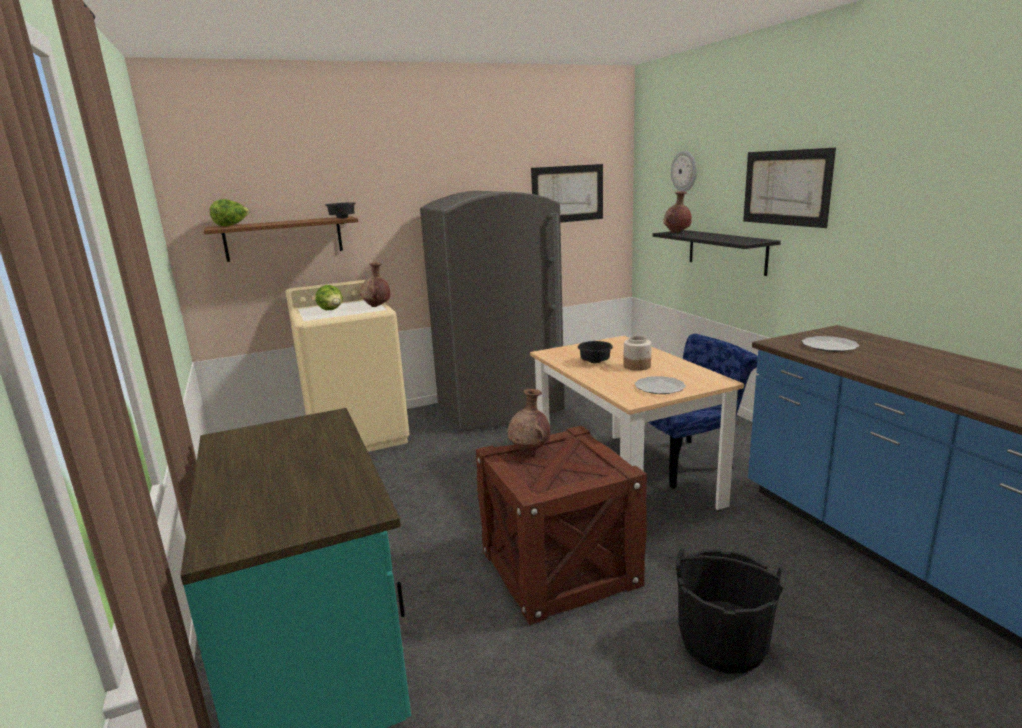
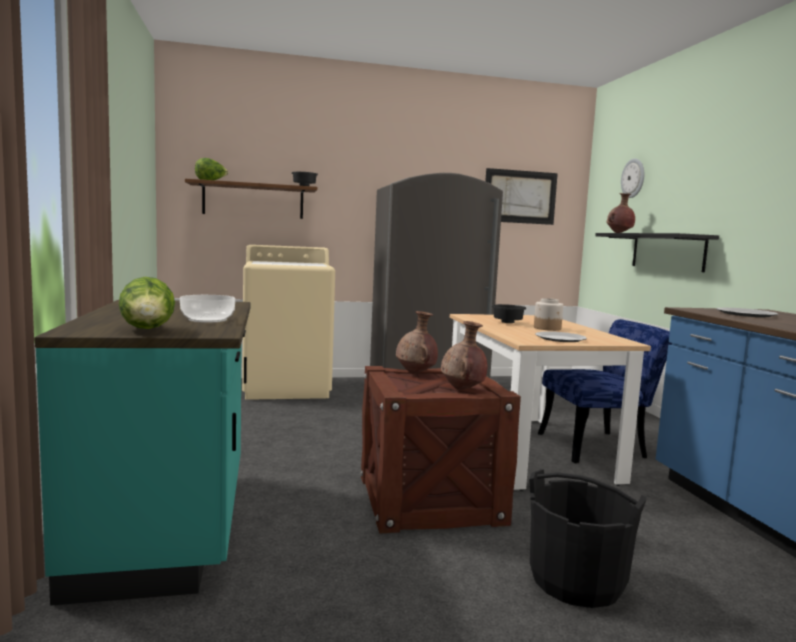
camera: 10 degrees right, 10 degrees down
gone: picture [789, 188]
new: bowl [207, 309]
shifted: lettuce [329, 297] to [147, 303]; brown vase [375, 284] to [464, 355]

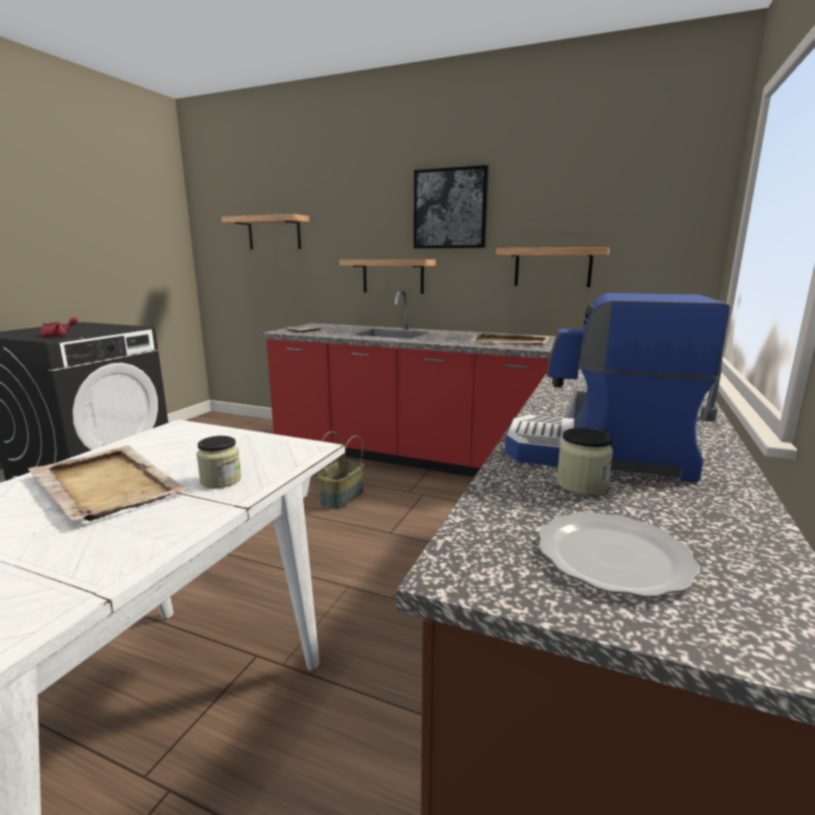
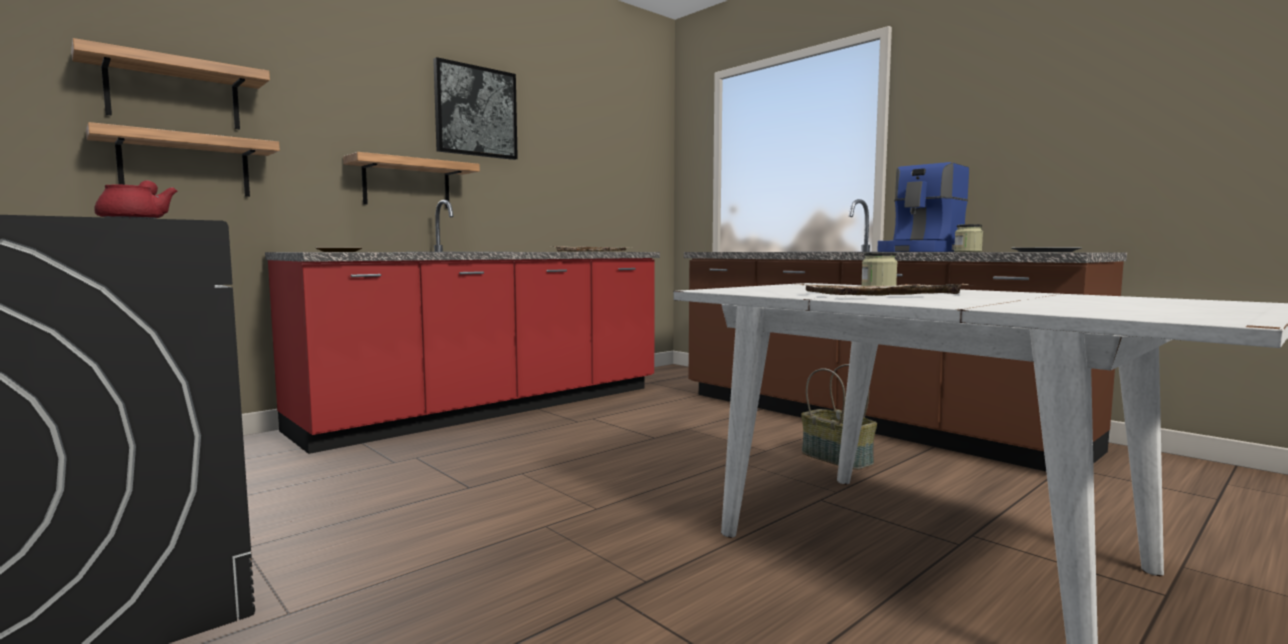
camera: 65 degrees left, 10 degrees down
shifted: shelf [552, 267] to [183, 159]; basket [340, 470] to [839, 417]

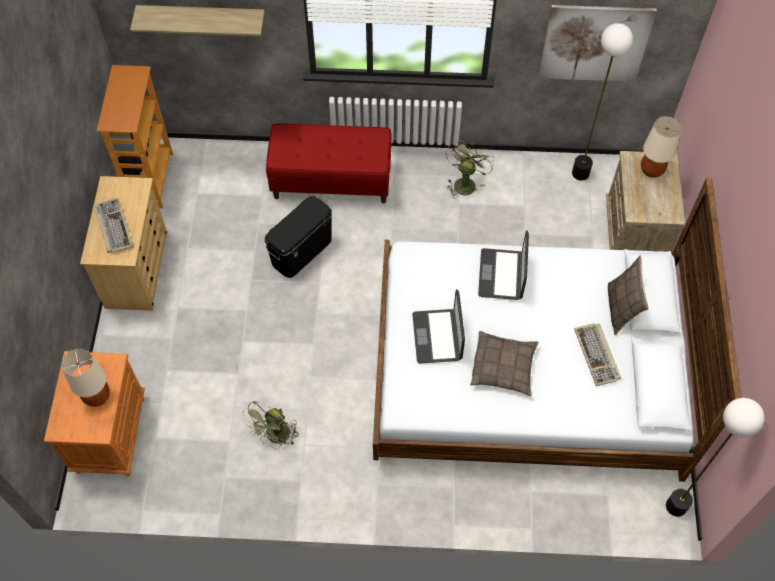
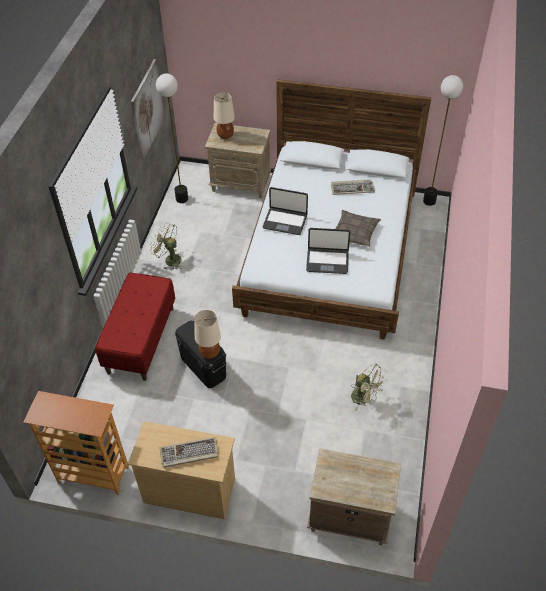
camera: 80 degrees left, 10 degrees down
gone: shelf [197, 20]; pillow [628, 295]
shifted: beige table lamp [86, 378] to [208, 334]
repainted: orange nightstand [94, 413] to beige nightstand [354, 496]

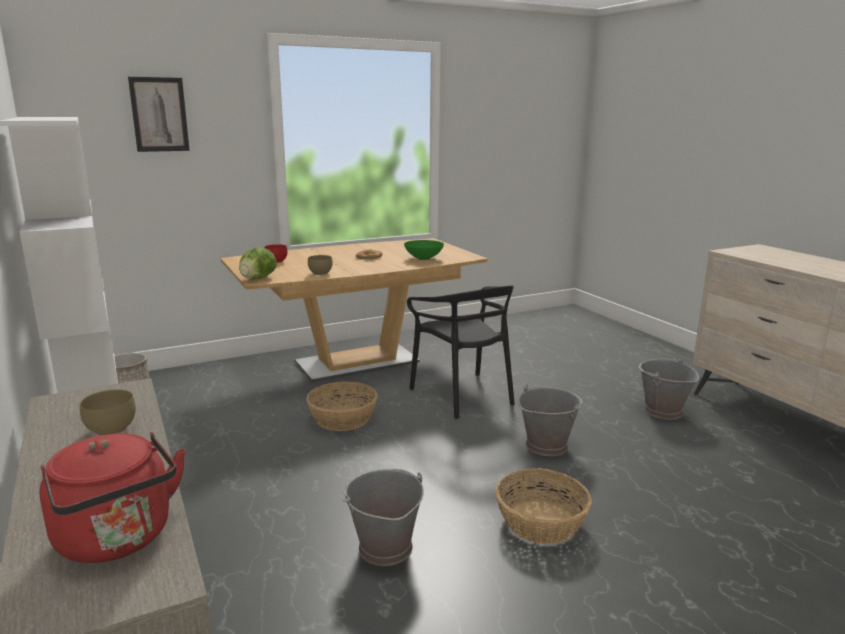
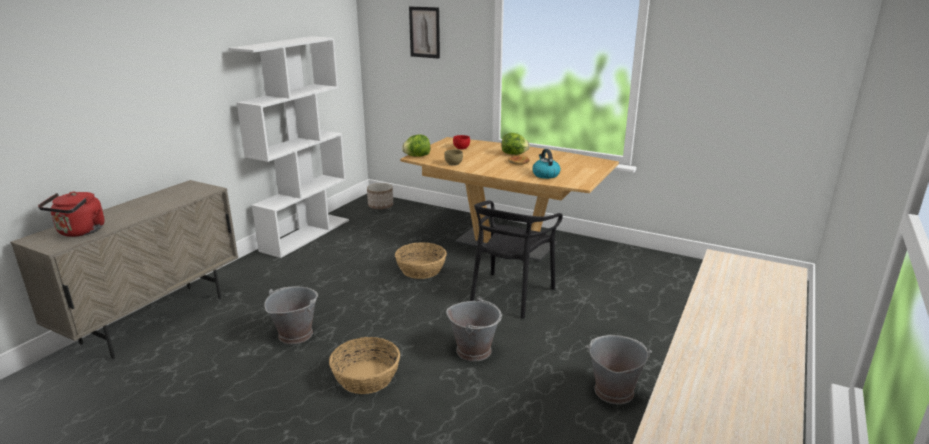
camera: 55 degrees right, 5 degrees up
gone: brown bowl [108, 413]
new: lettuce [515, 144]
swapped: green bowl [424, 250] to kettle [546, 164]

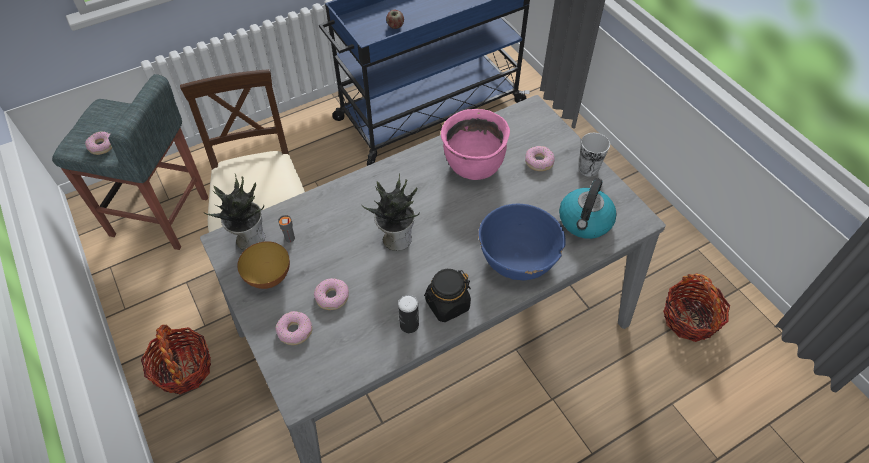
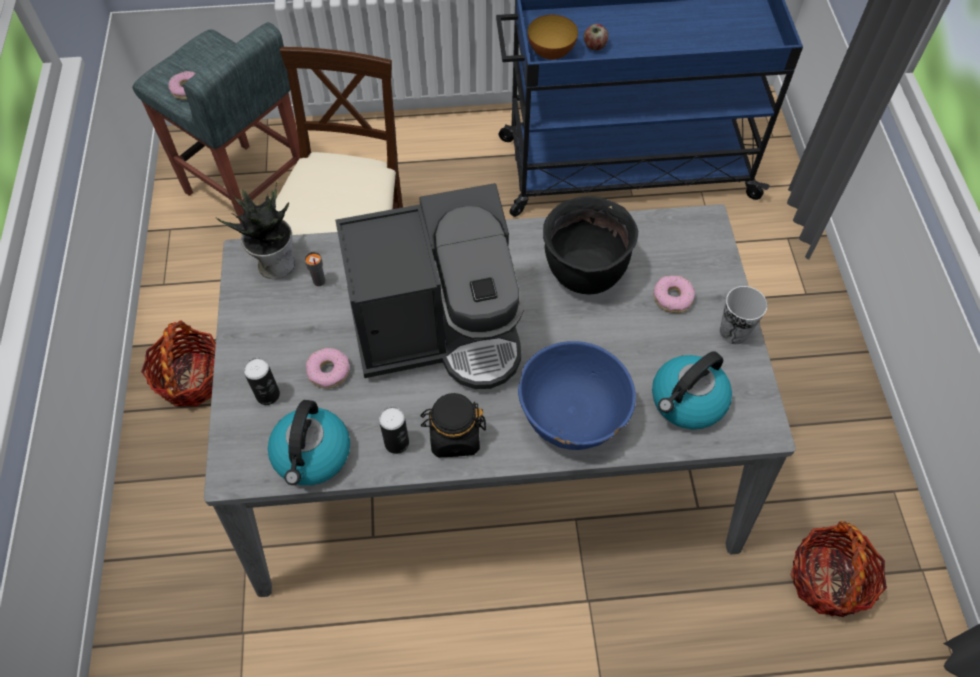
camera: 25 degrees right, 5 degrees up
new: kettle [309, 442]
shifted: bowl [263, 265] to [553, 37]
swapped: donut [293, 328] to can [262, 381]; potted plant [391, 212] to coffee machine [429, 286]
repainted: pink cooking pot [475, 144] to black cooking pot [590, 245]

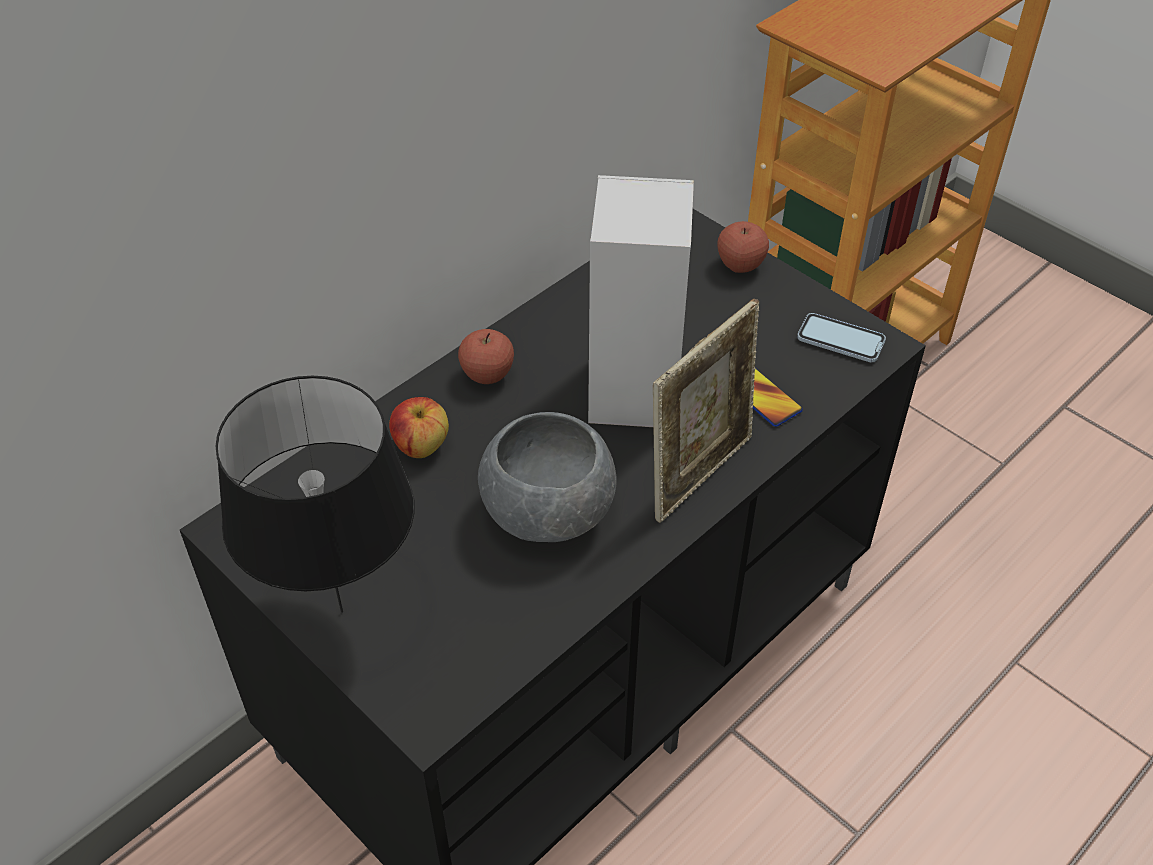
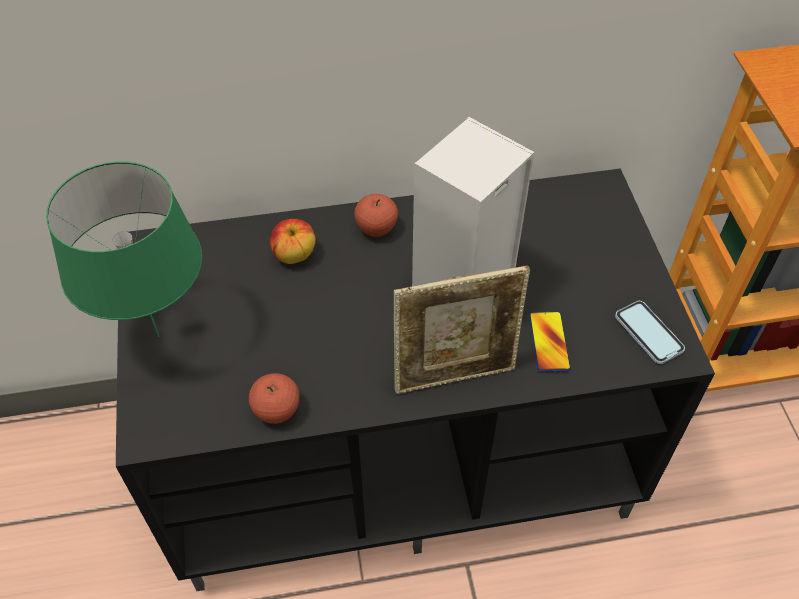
camera: 35 degrees right, 5 degrees up
gone: grey bowl [547, 477]
shifted: apple [743, 247] to [274, 398]
repainted: black table lamp [315, 494] to green table lamp [124, 249]

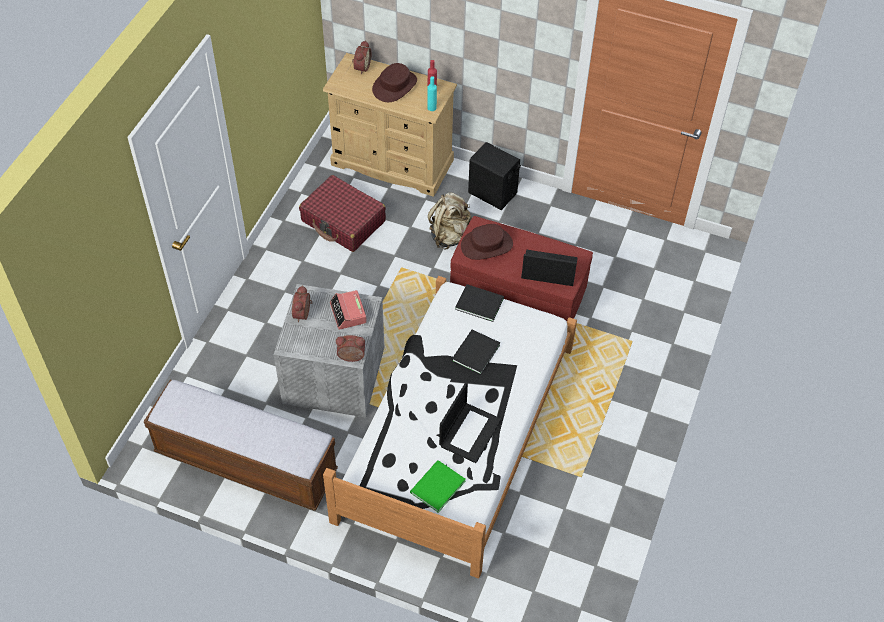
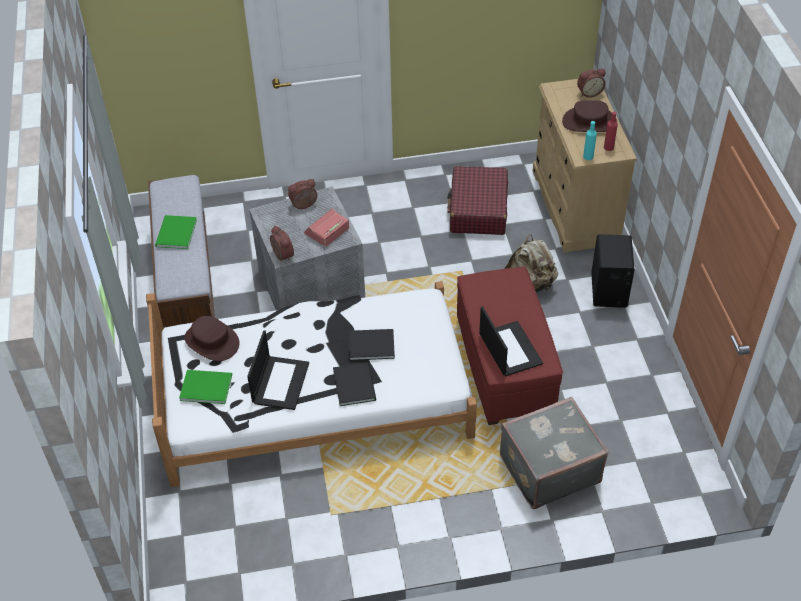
camera: 60 degrees right, 5 degrees down
new: green book [176, 232]; grey suitcase [554, 453]
shifted: brown hat [487, 242] to [212, 338]; black book [479, 303] to [354, 384]
rotated: laptop [470, 422] = [278, 370] 75 degrees counterclockwise

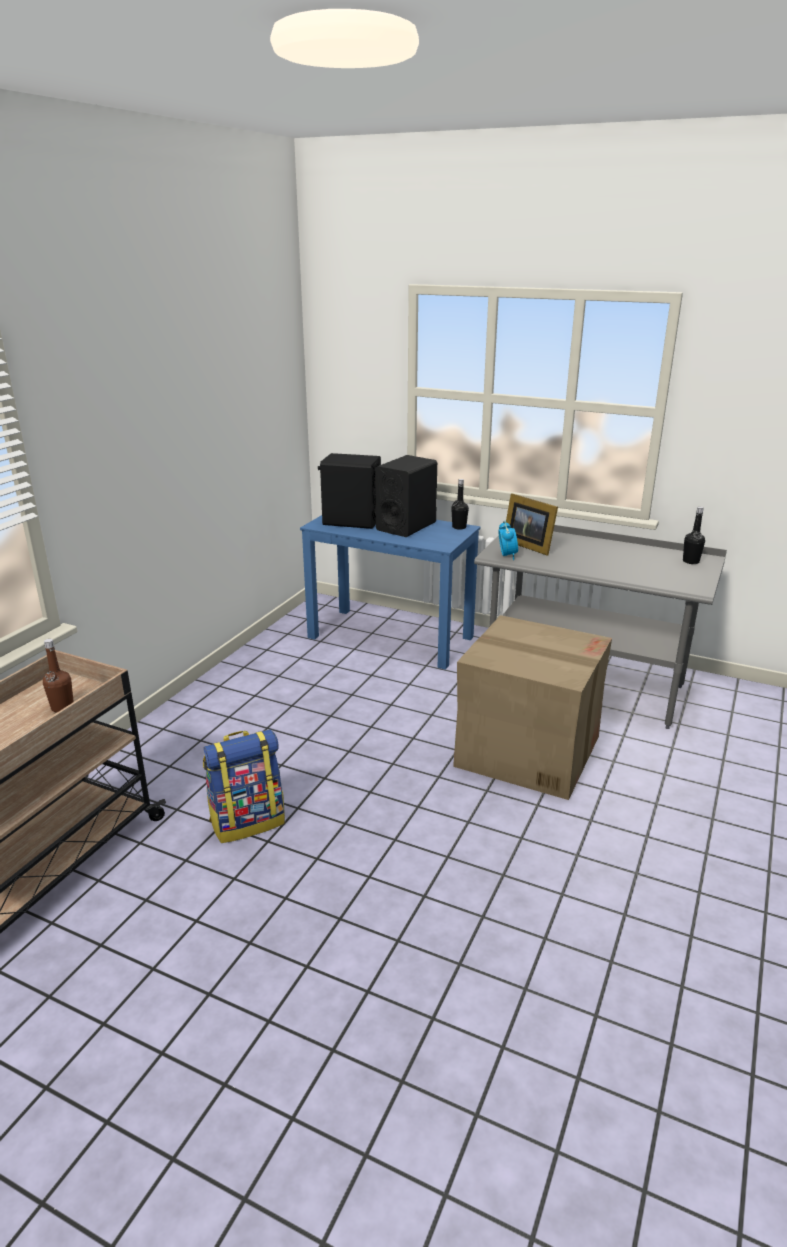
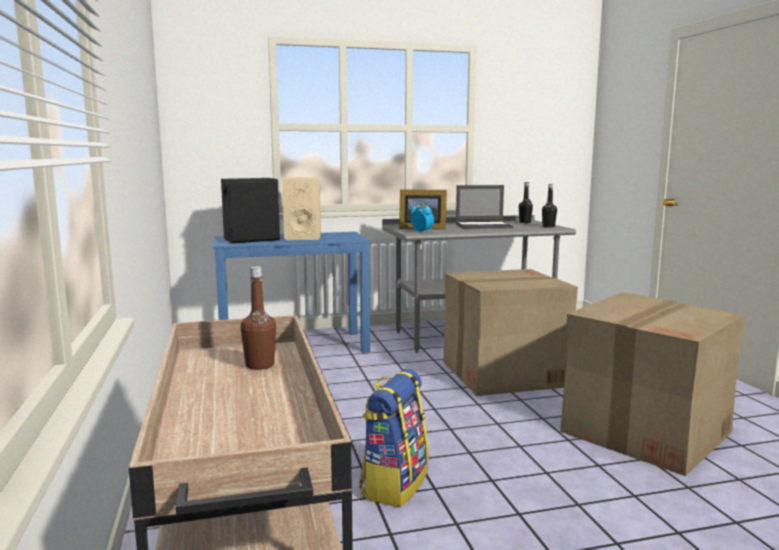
camera: 40 degrees left, 15 degrees down
new: laptop [484, 207]; cardboard box [652, 384]
shifted: black bottle [460, 504] to [549, 206]
repainted: black speaker [406, 496] to beige speaker [301, 208]

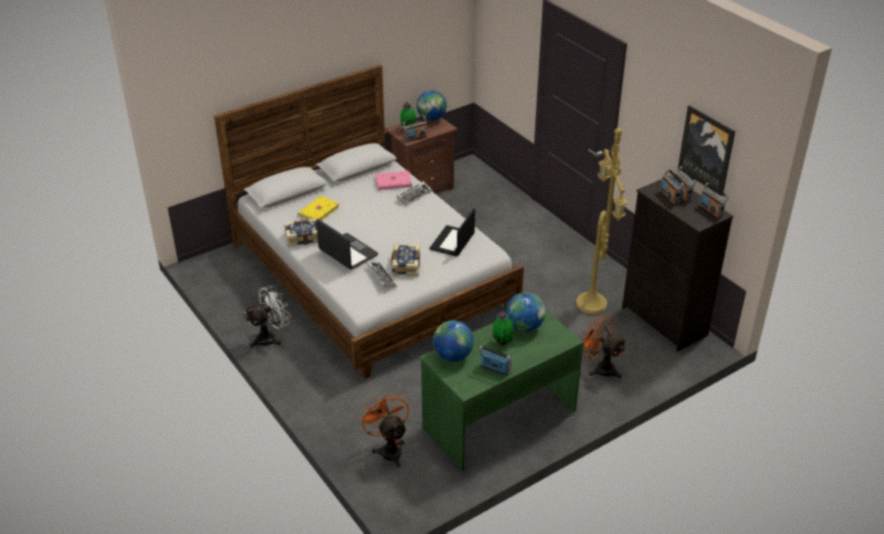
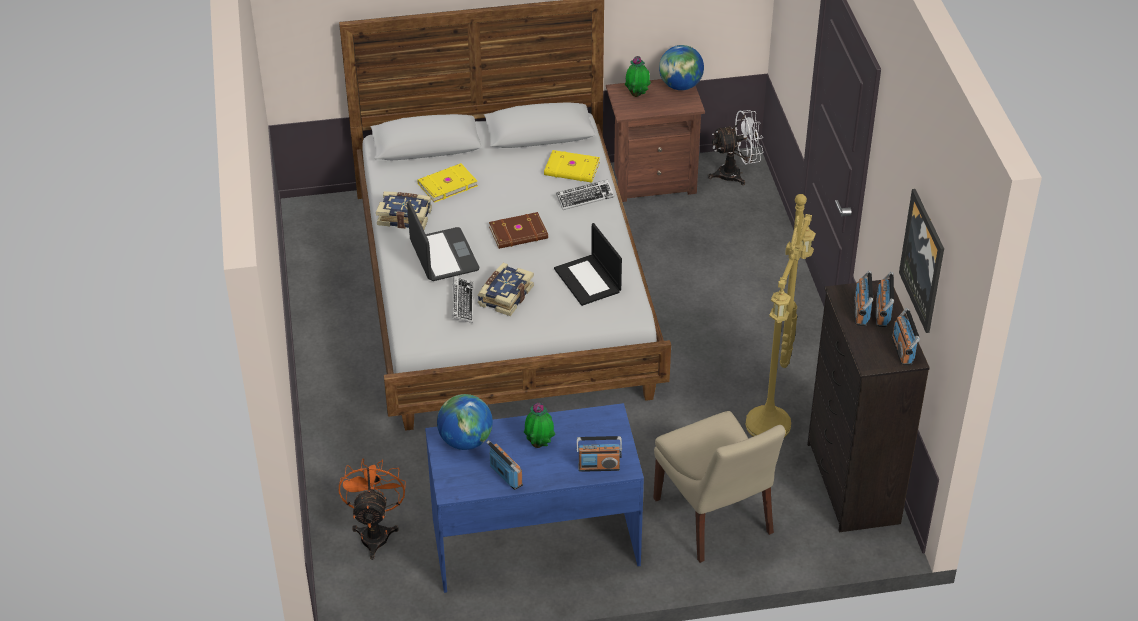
camera: 25 degrees right, 5 degrees up
gone: globe [526, 312]
new: brown book [518, 230]
shifted: radio [415, 129] to [599, 454]; white fan [267, 317] to [735, 147]
swapped: orange fan [604, 346] to beige chair [719, 487]
repainted: green desk [501, 390] to blue desk [534, 498]; pink book [393, 180] to yellow book [572, 166]
rotated: laptop [452, 232] = [588, 264] 75 degrees counterclockwise

